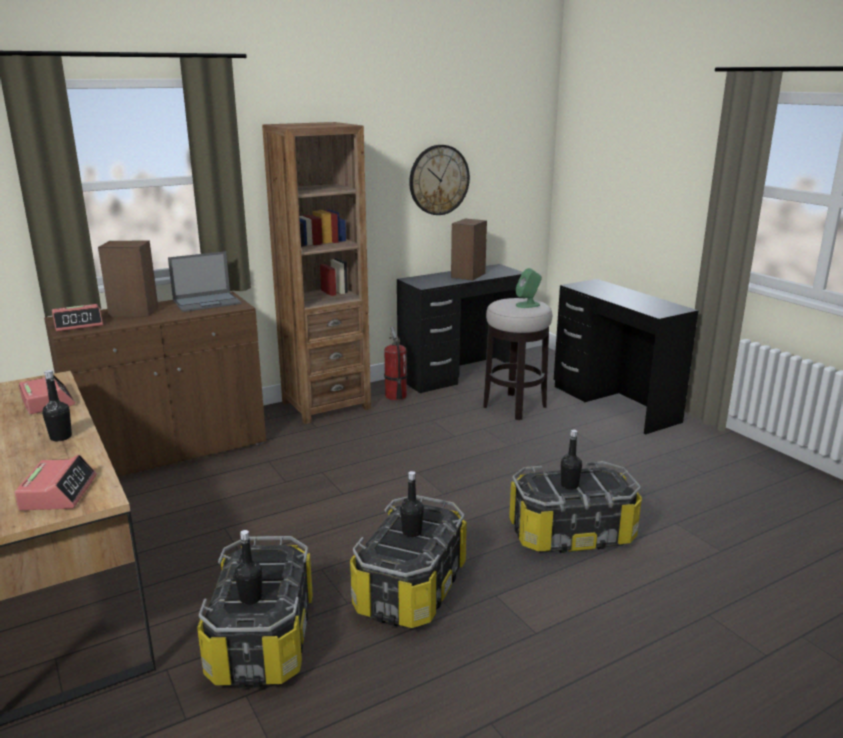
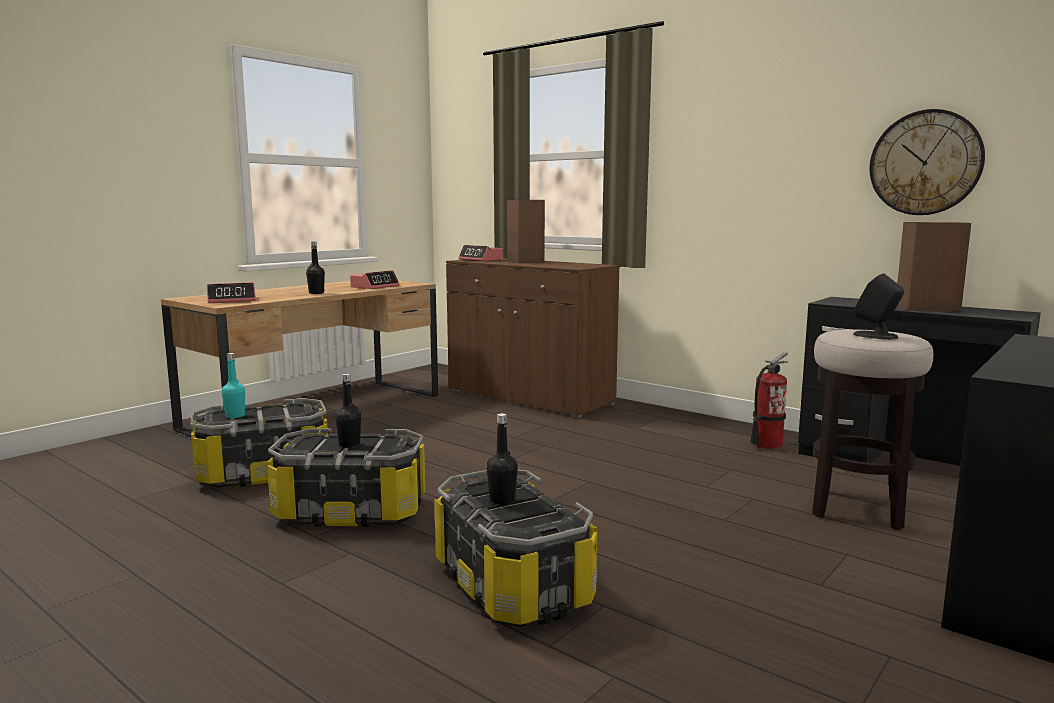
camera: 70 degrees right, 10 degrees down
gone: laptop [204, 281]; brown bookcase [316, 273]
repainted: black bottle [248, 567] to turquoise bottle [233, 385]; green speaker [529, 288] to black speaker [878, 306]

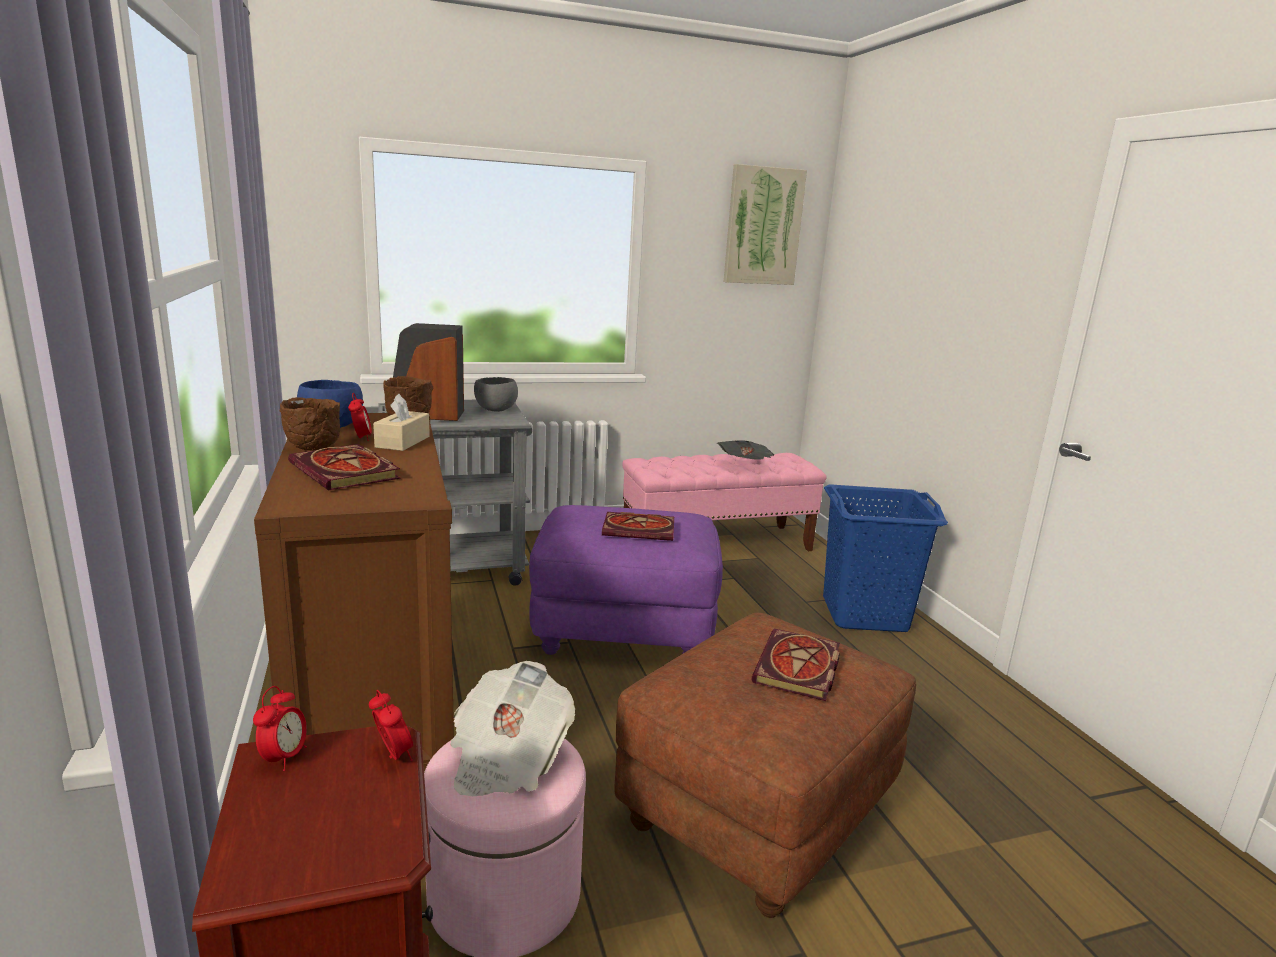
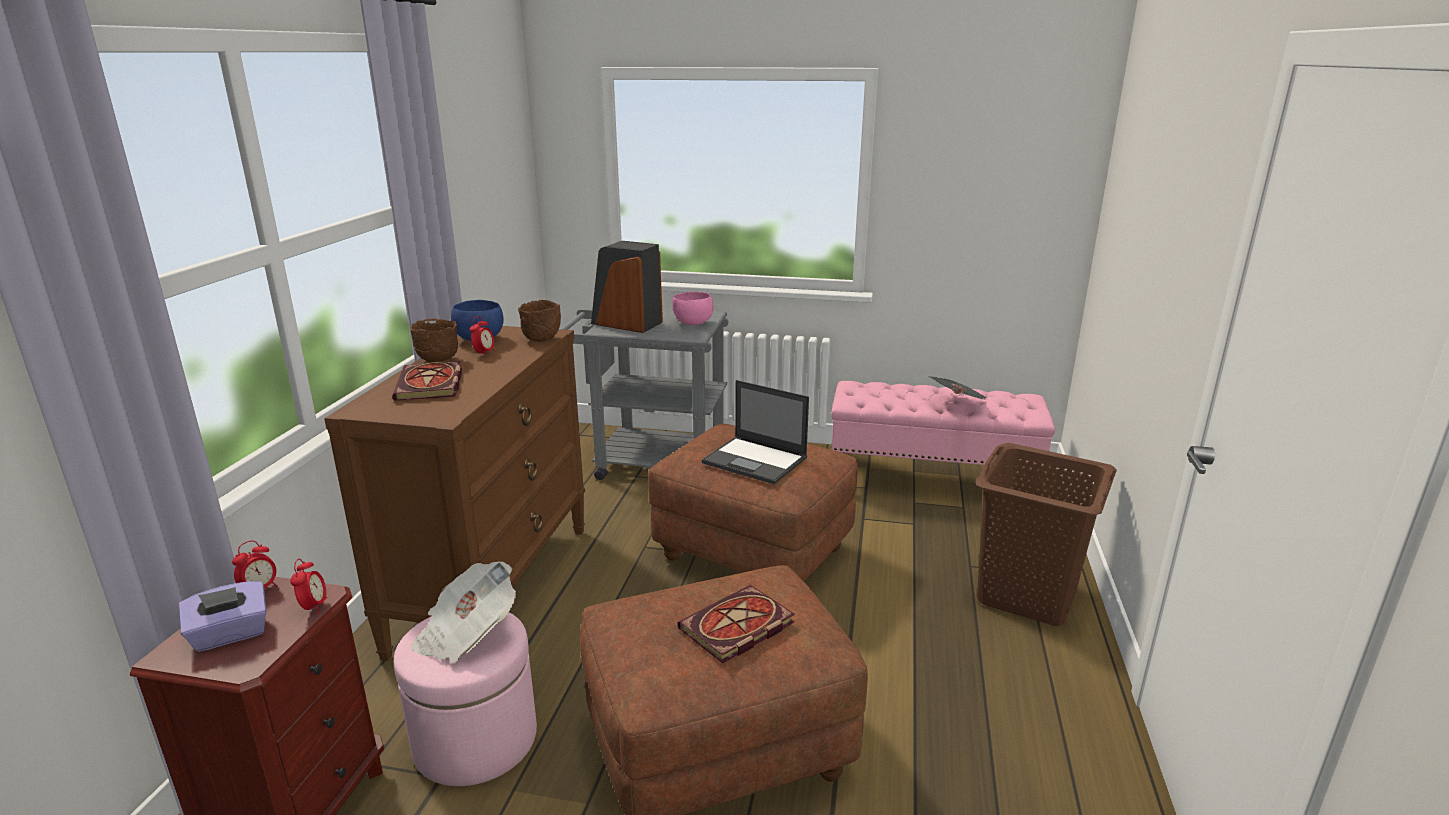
camera: 30 degrees right, 5 degrees up
gone: beige tissue box [401, 422]; picture [765, 224]
new: purple tissue box [222, 616]
swapped: book [638, 526] to laptop [755, 432]
repainted: purple ottoman [626, 580] to brown ottoman [753, 502]; grey bowl [496, 394] to pink bowl [692, 309]; blue laundry basket [885, 558] to brown laundry basket [1046, 534]

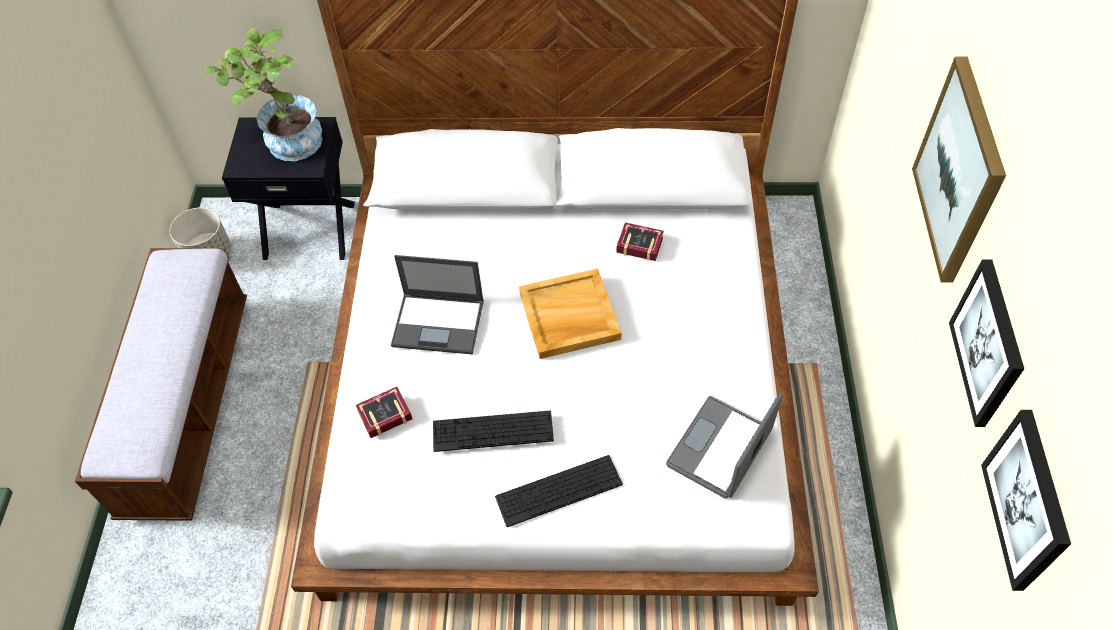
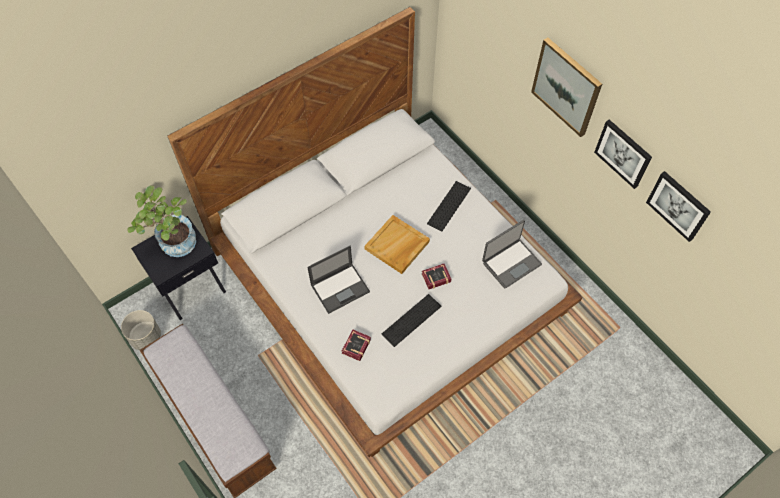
camera: 40 degrees left, 5 degrees up
shifted: book [640, 242] to [437, 276]; keyboard [559, 491] to [449, 206]
rotated: laptop [724, 446] = [512, 254] 120 degrees counterclockwise

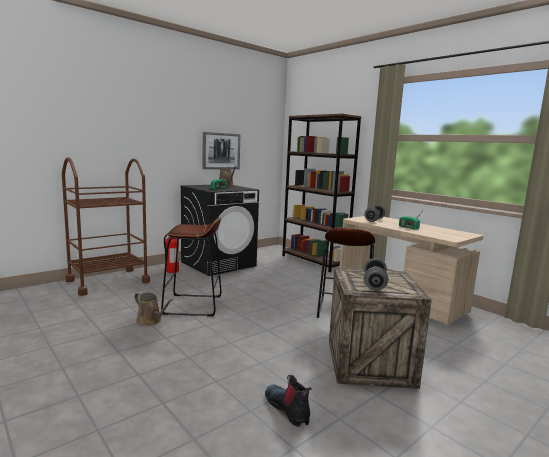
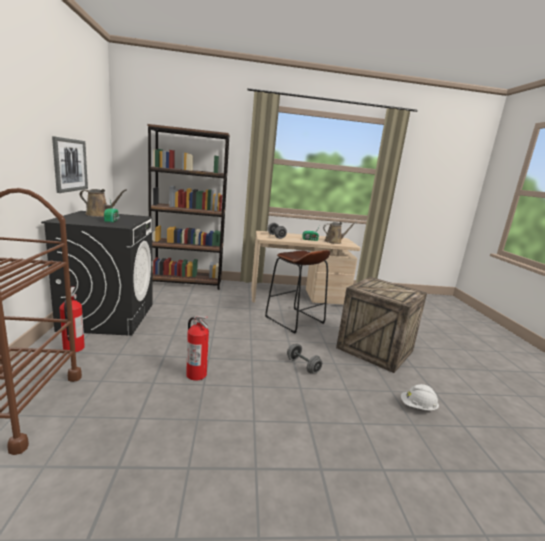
camera: 55 degrees left, 5 degrees up
shifted: grey dumbbell [376, 274] to [304, 359]; brown watering can [154, 309] to [340, 232]
swapped: brown stool [191, 266] to fire extinguisher [197, 348]; boot [288, 401] to white hard hat [420, 397]

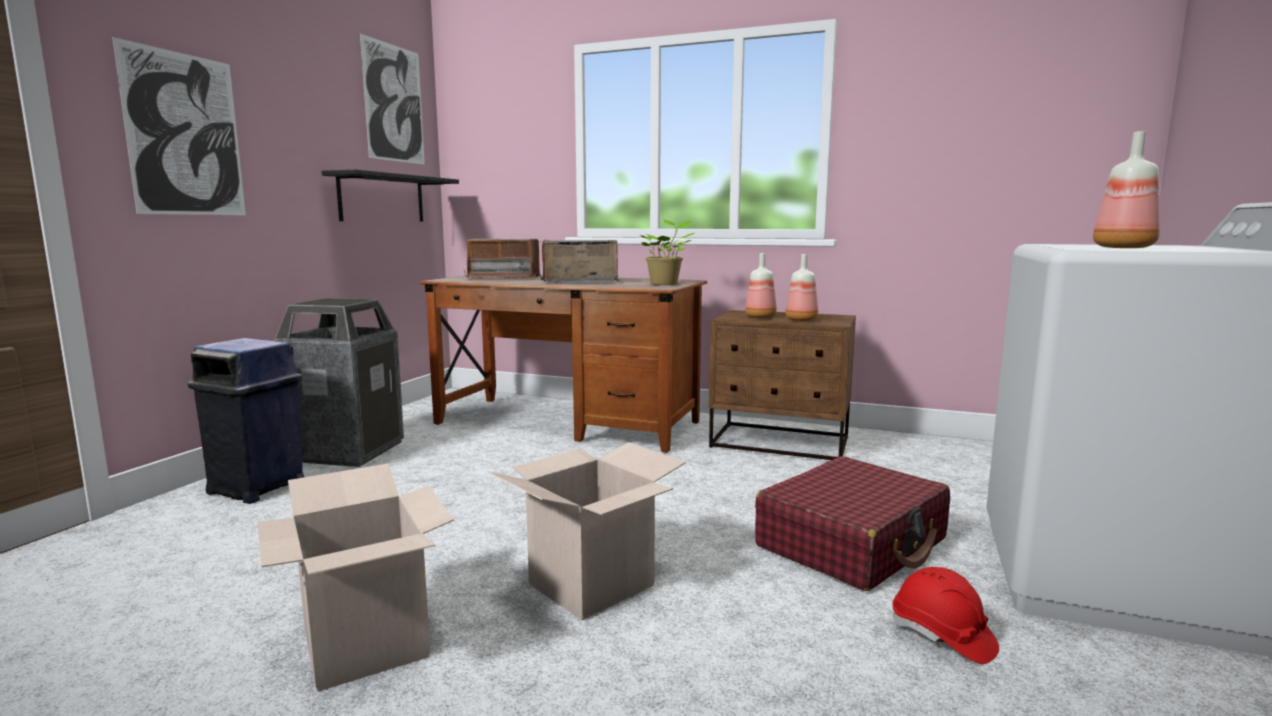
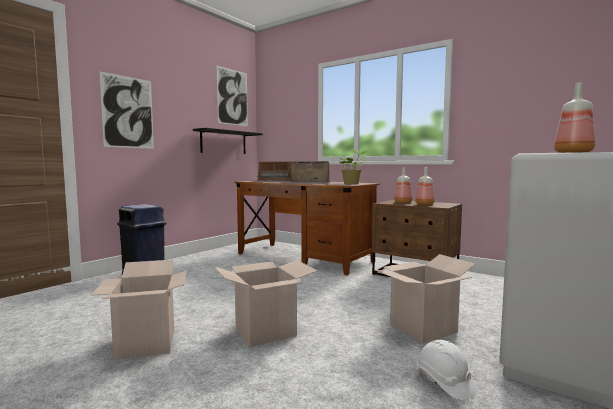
camera: 15 degrees right, 5 degrees down
gone: trash can [338, 382]
swapped: red suitcase [852, 523] to cardboard box [425, 299]
repainted: red hard hat [945, 615] to white hard hat [447, 370]

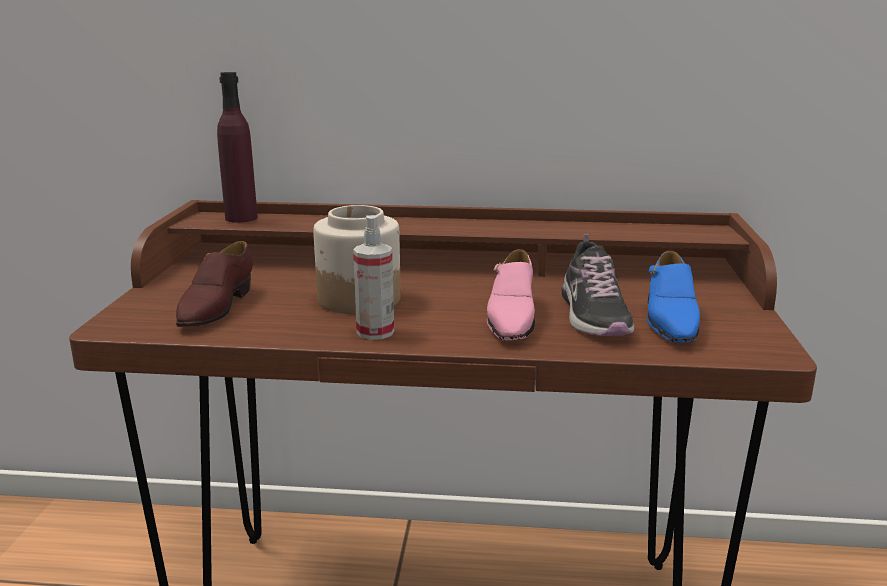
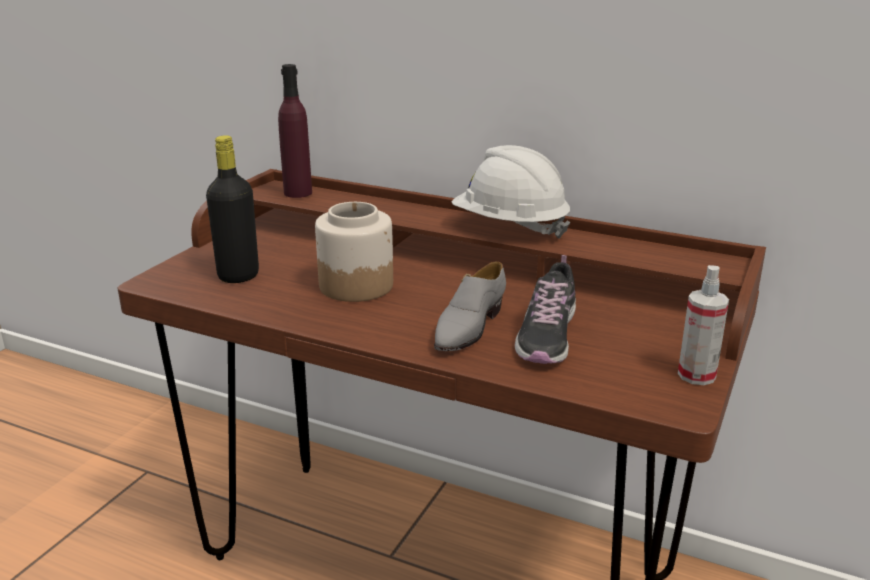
camera: 20 degrees right, 5 degrees up
gone: blue shoe [673, 297]
new: white hard hat [510, 192]
shifted: spray bottle [373, 277] to [703, 325]
swapped: brown shoe [214, 284] to black bottle [232, 209]
repainted: pink shoe [511, 295] to grey shoe [470, 306]

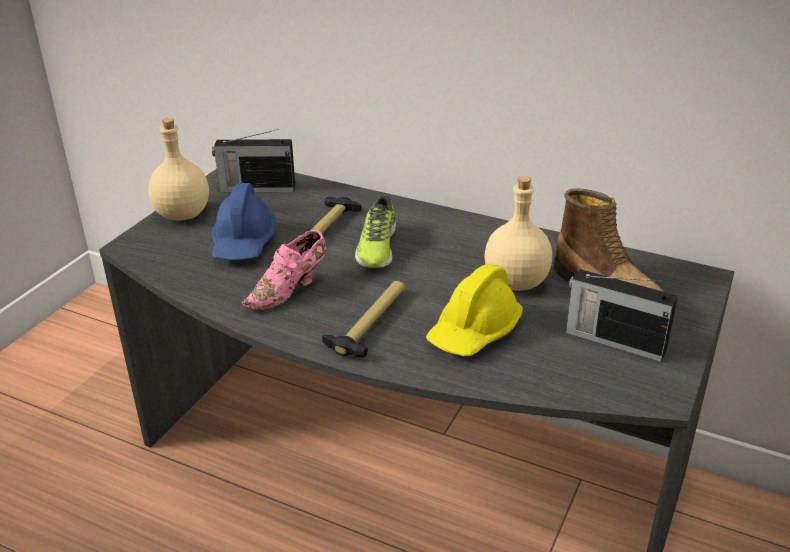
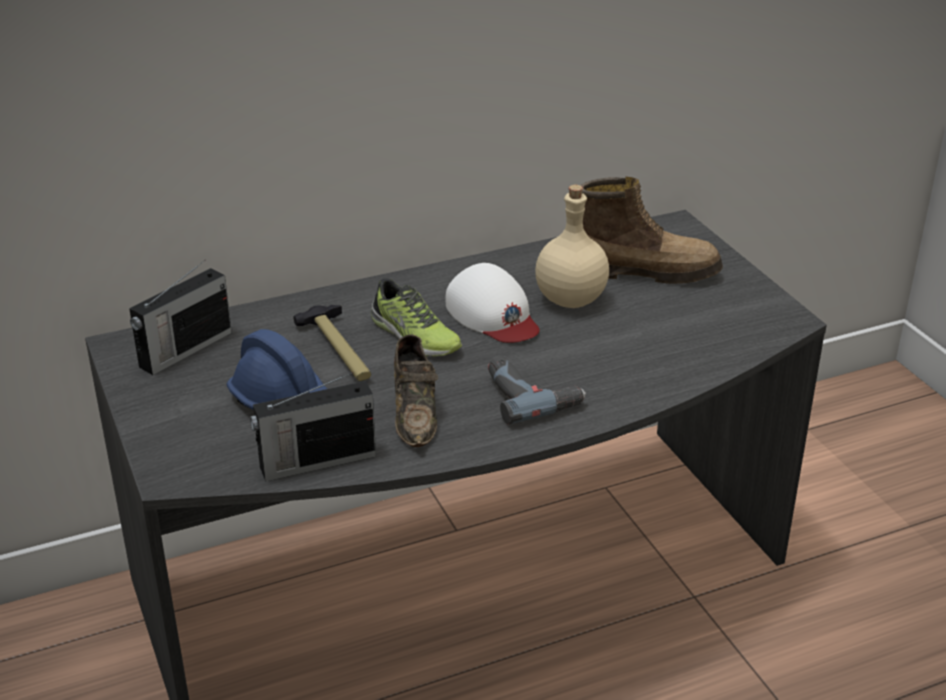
camera: 50 degrees left, 0 degrees up
gone: beige bottle [178, 169]; yellow hard hat [474, 309]
new: white cap [493, 303]
shifted: radio [622, 315] to [313, 427]
swapped: hammer [363, 319] to power drill [537, 390]
repainted: pink shoe [283, 270] to brown shoe [416, 390]

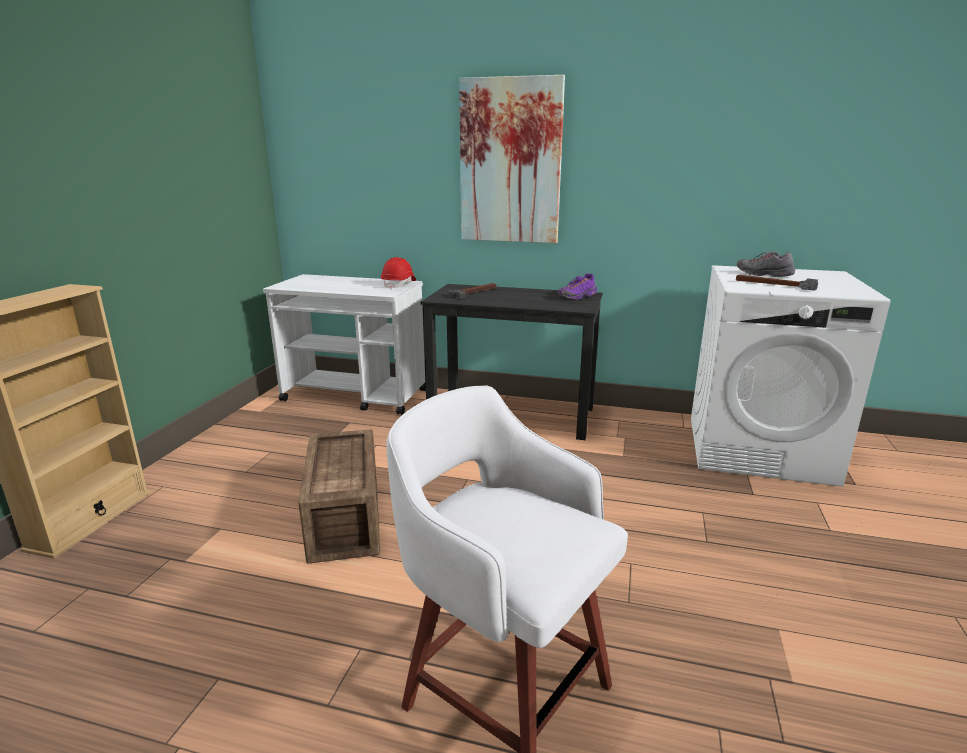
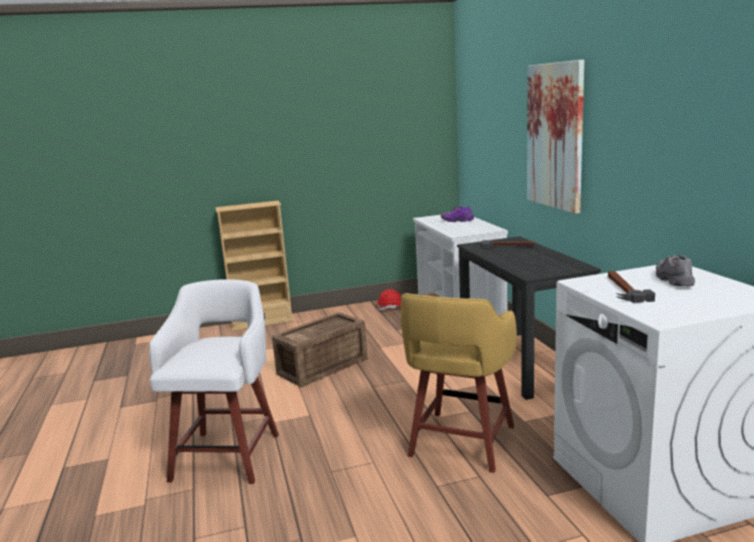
camera: 60 degrees right, 5 degrees down
new: yellow stool [459, 383]
shifted: red hard hat [398, 273] to [389, 300]; purple shoe [577, 286] to [457, 214]

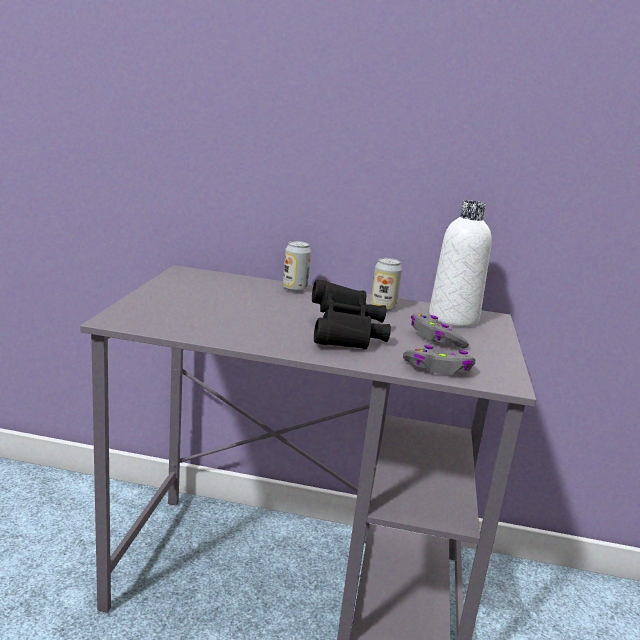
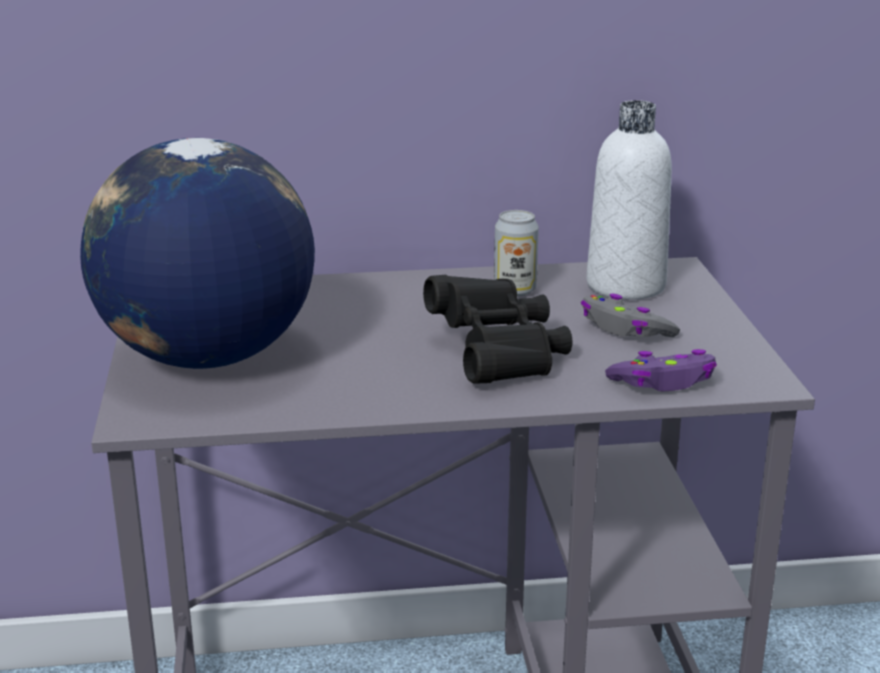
camera: 15 degrees left, 5 degrees up
gone: can [297, 266]
new: globe [197, 253]
repainted: grey game controller [439, 360] to purple game controller [661, 370]

